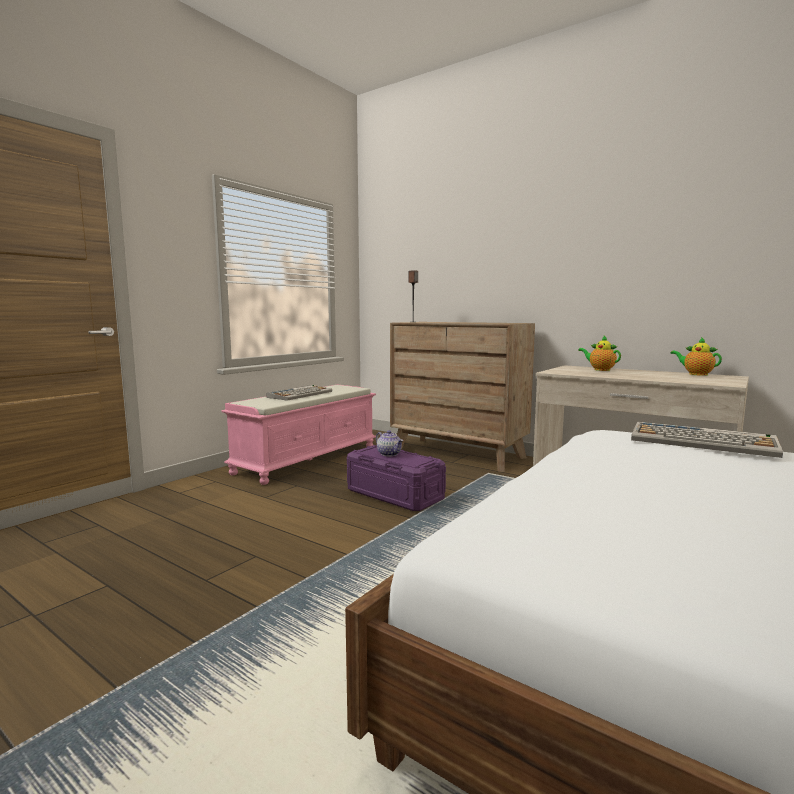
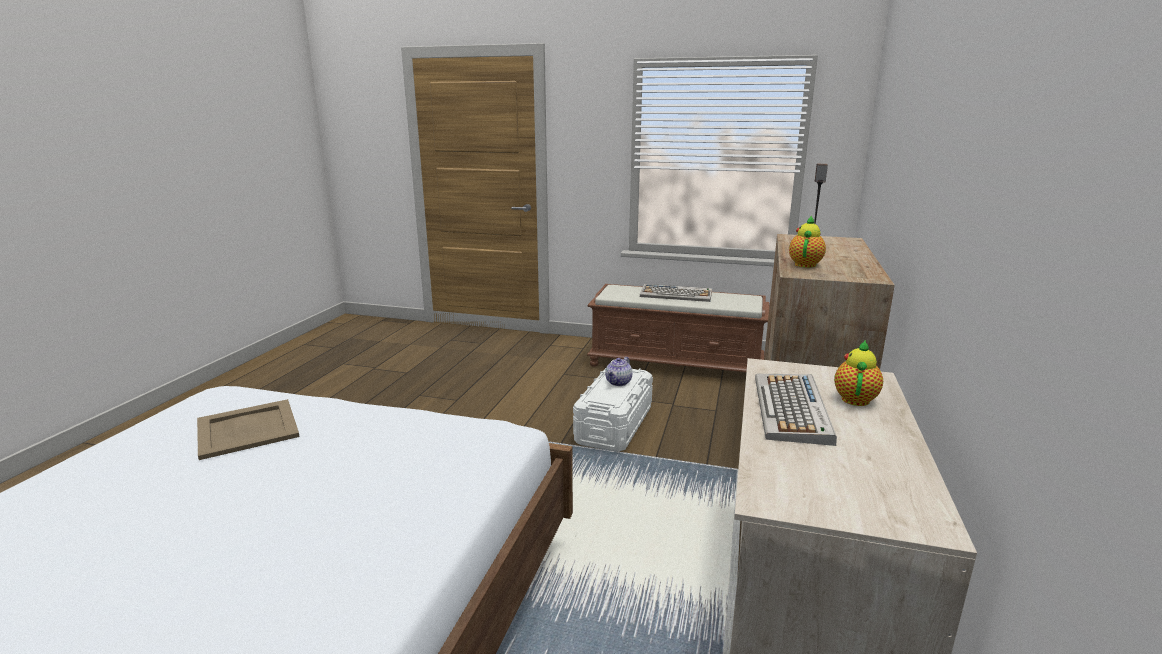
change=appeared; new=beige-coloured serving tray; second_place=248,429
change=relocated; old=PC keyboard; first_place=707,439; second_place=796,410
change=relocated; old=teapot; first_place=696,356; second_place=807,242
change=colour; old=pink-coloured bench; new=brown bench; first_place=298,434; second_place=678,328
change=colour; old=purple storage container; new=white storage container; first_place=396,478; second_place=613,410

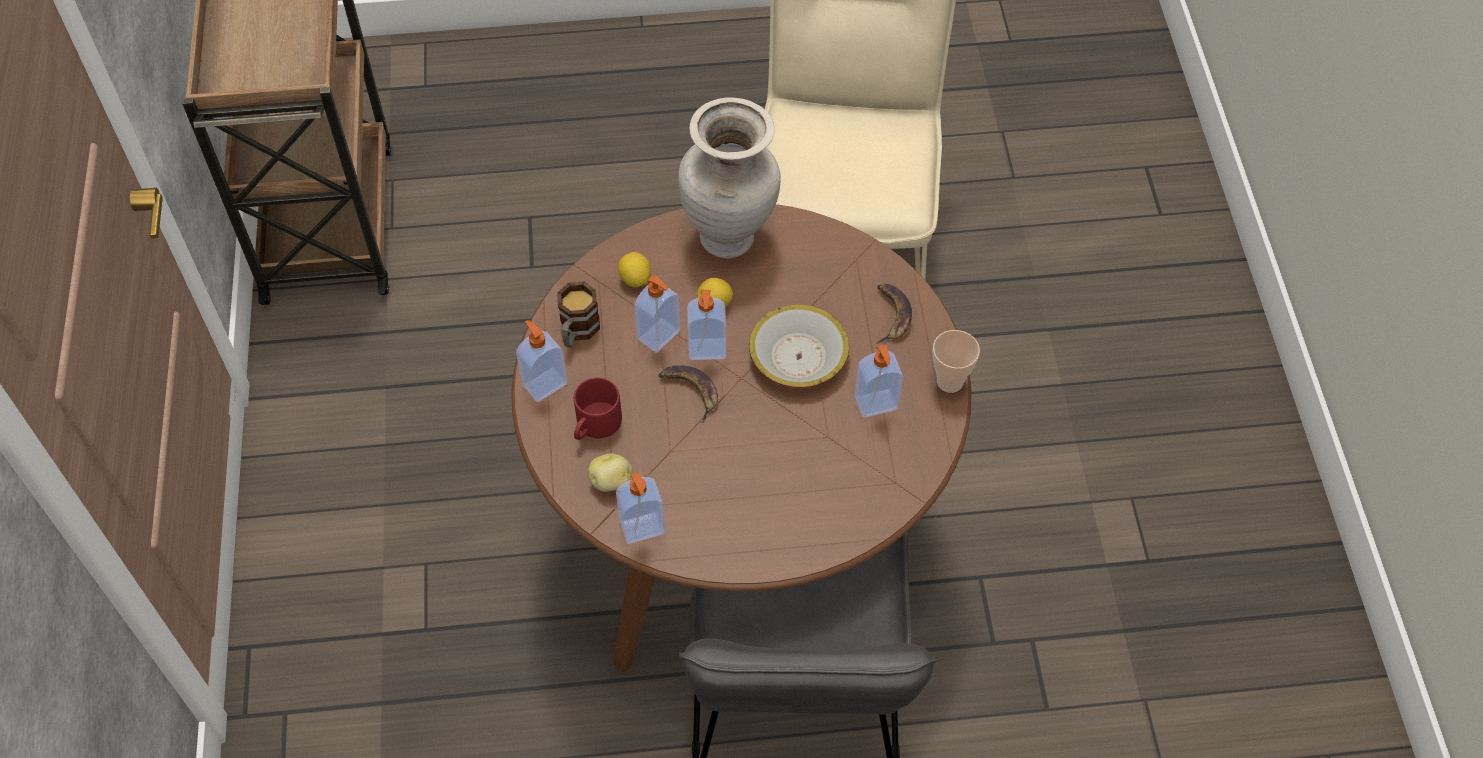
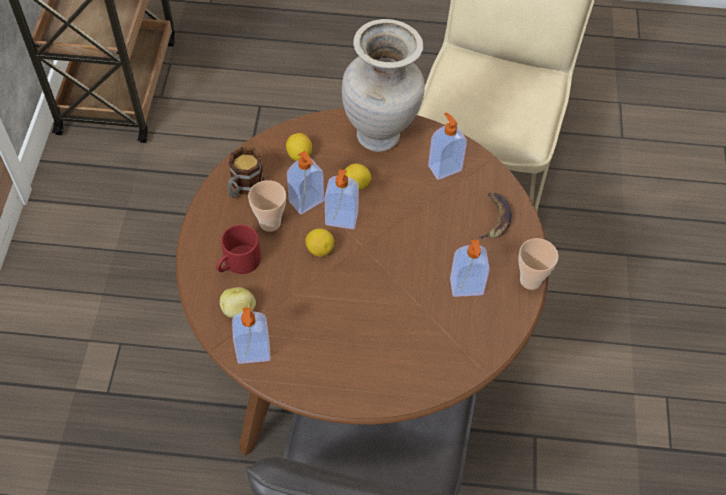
change=missing; old=deep dish; first_place=799,346
change=appeared; new=drinking cup; second_place=267,206
change=relocated; old=soap dispenser; first_place=542,361; second_place=447,146
change=exchanged; old=whole banana; new=whole lemon; first_place=688,394; second_place=319,242

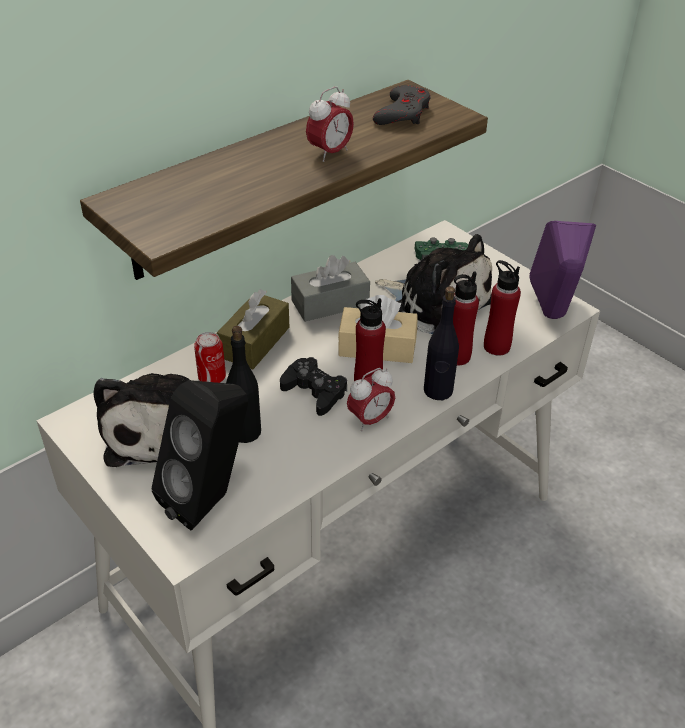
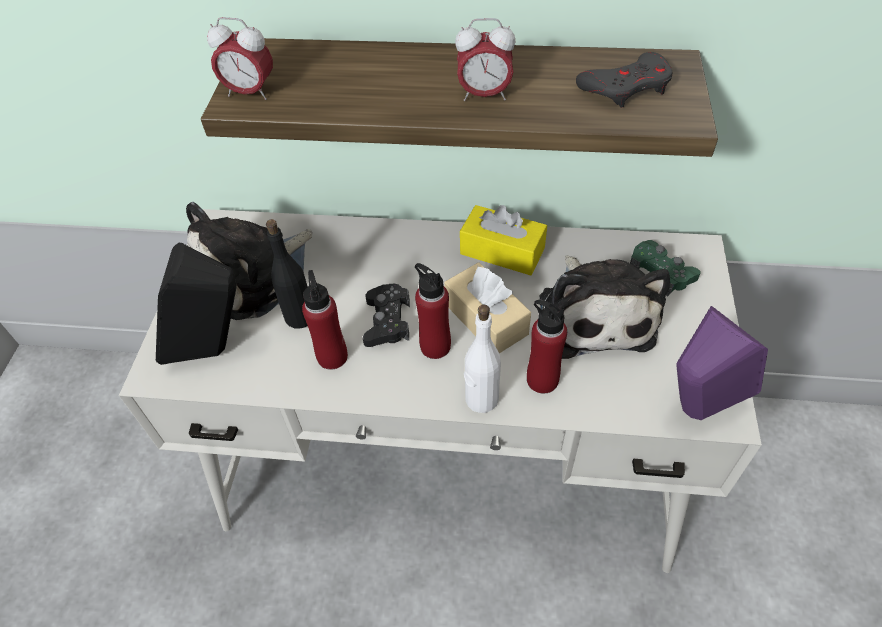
change=missing; old=sealed can; first_place=210,357
change=missing; old=brown box of tissues; first_place=253,329
change=relocated; old=alarm clock; first_place=371,400; second_place=240,58
change=relocated; old=reddish drink bottle; first_place=502,308; second_place=325,320
change=colour; old=greyish box of tissues; new=yellowish box of tissues; first_place=330,288; second_place=503,240
change=colour; old=blackish drink bottle; new=white drink bottle; first_place=441,343; second_place=482,359

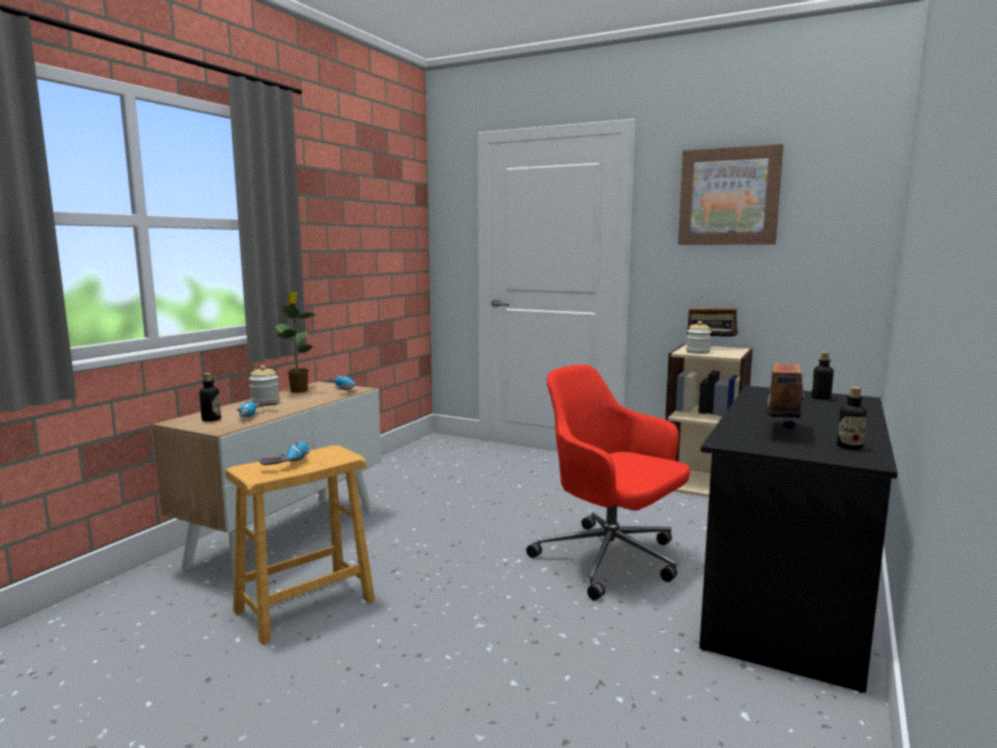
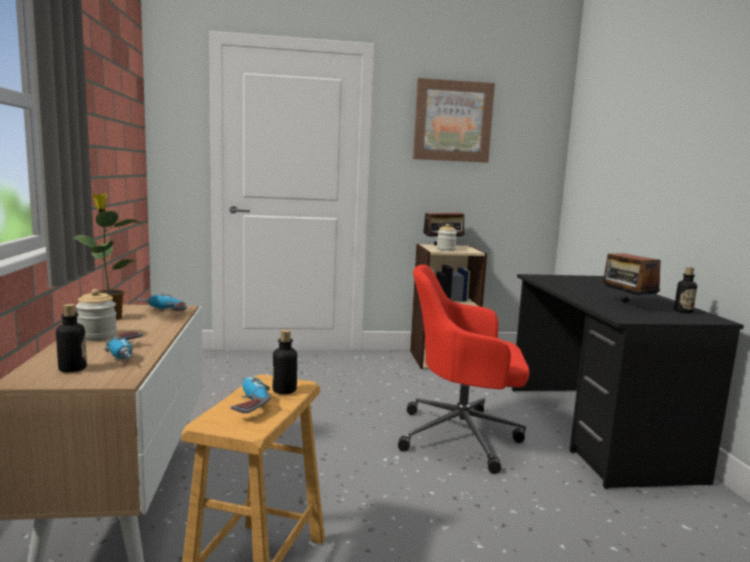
change=relocated; old=drink bottle; first_place=823,376; second_place=284,362

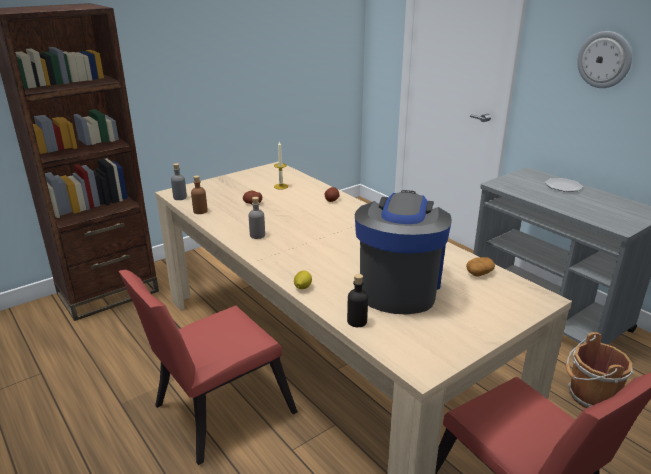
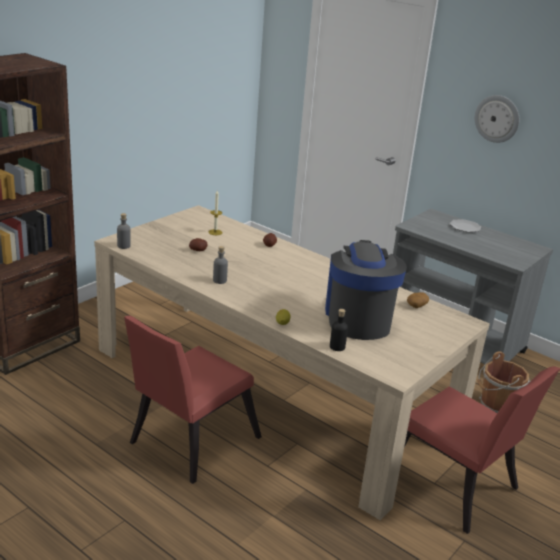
change=missing; old=brown drink bottle; first_place=199,194

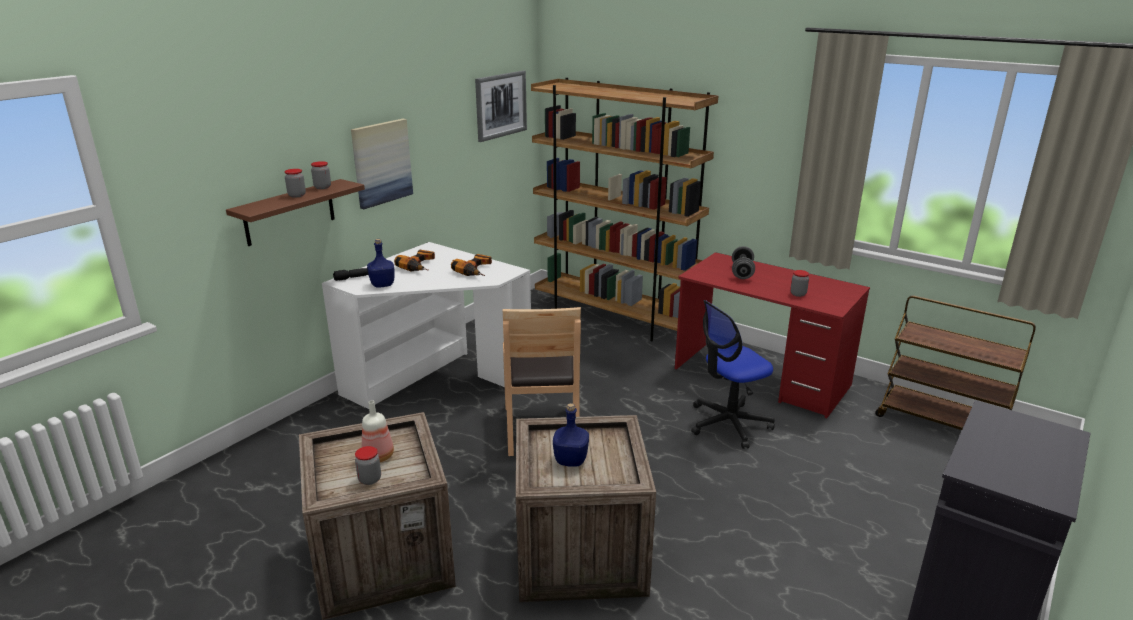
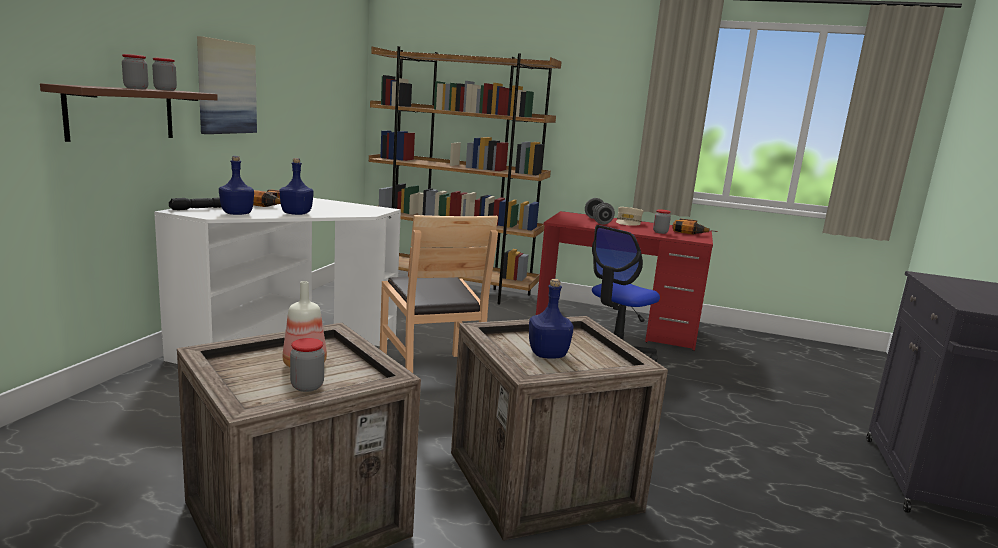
change=missing; old=wall art; first_place=501,106
change=missing; old=brown trolley; first_place=955,363
change=appeared; new=blue-coloured drink bottle; second_place=296,186
change=appeared; new=beige-coloured peaked cap; second_place=630,216
change=relocated; old=electric drill; first_place=471,265; second_place=695,227

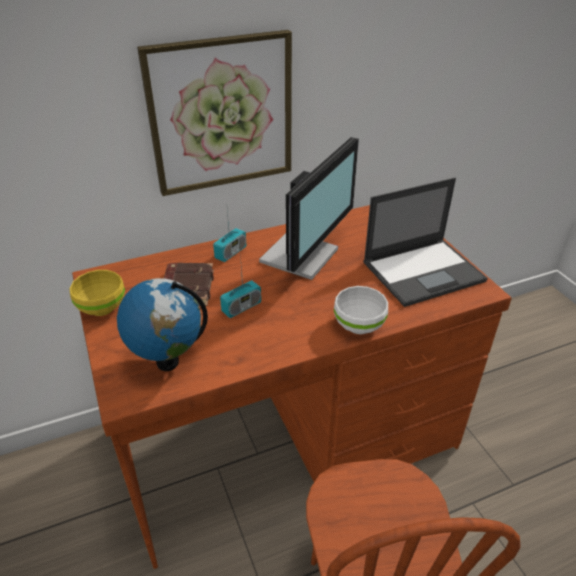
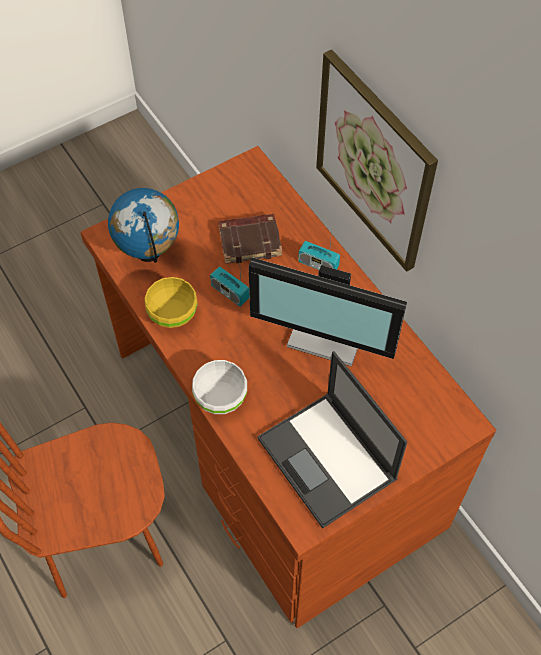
change=relocated; old=yellowish deep dish; first_place=97,293; second_place=171,302

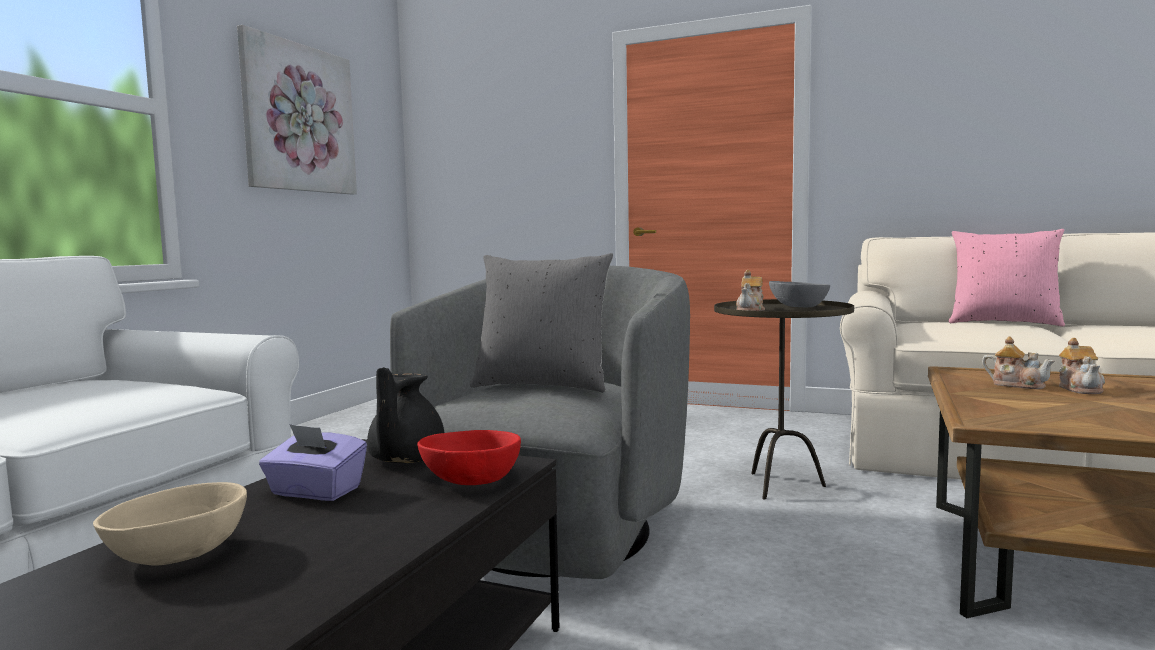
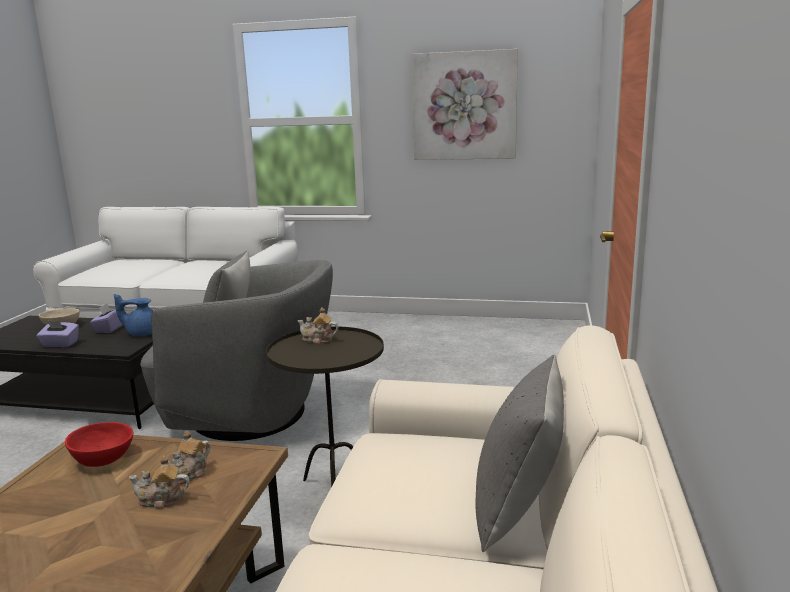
change=missing; old=greyish deep dish; first_place=799,294
change=appeared; new=purple box of tissues; second_place=58,334
change=relocated; old=reddish deep dish; first_place=469,457; second_place=99,444
change=colour; old=blackish teapot; new=blue-coloured teapot; first_place=406,415; second_place=133,315
change=colour; old=pink-coloured pillow; new=greyish pillow; first_place=1007,278; second_place=520,453

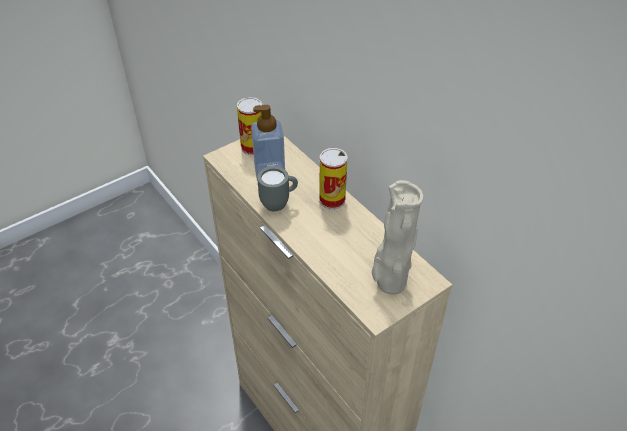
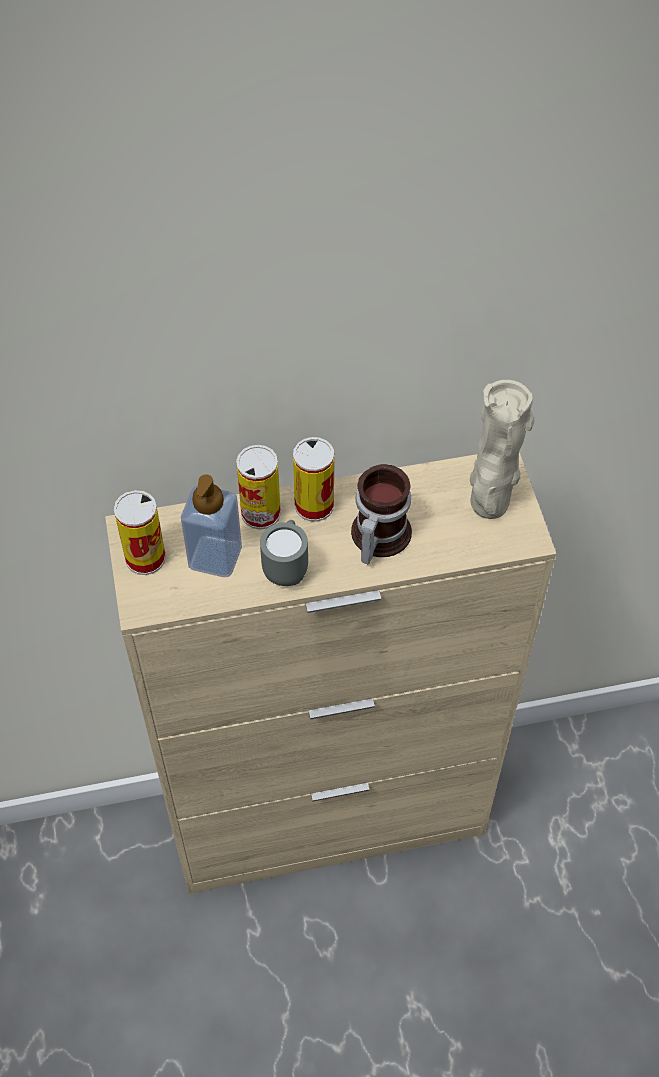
change=appeared; new=sealed can; second_place=258,487
change=appeared; new=mug; second_place=381,514

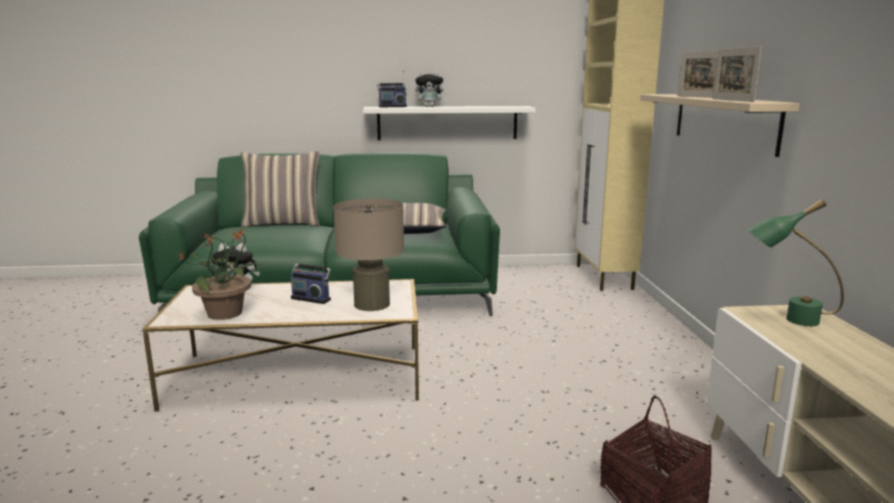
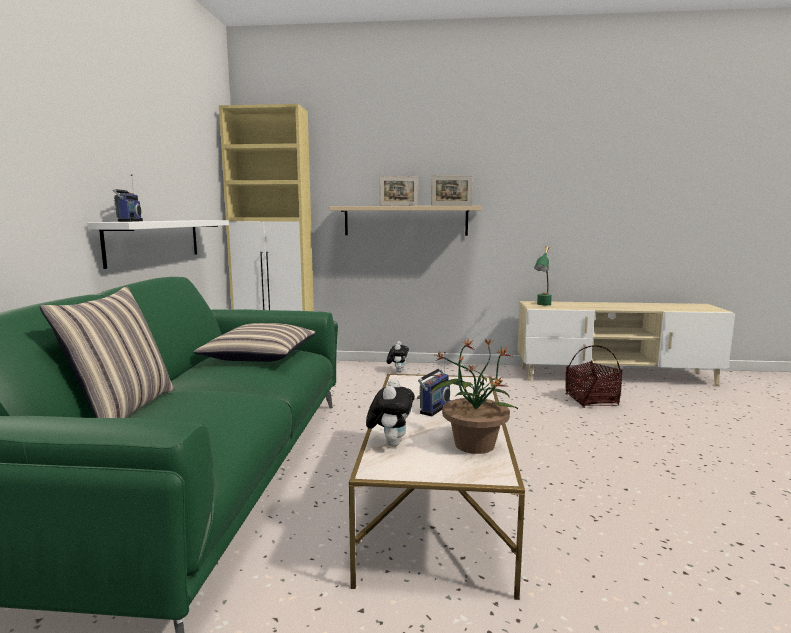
change=missing; old=beige-coloured lamp for a table; first_place=368,255
change=relocated; old=cuddly toy; first_place=431,89; second_place=398,356

